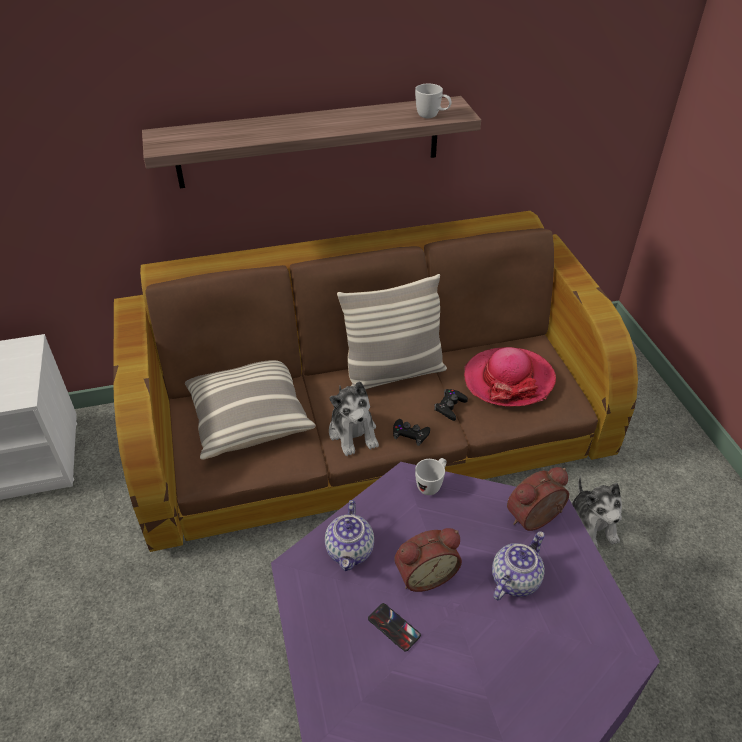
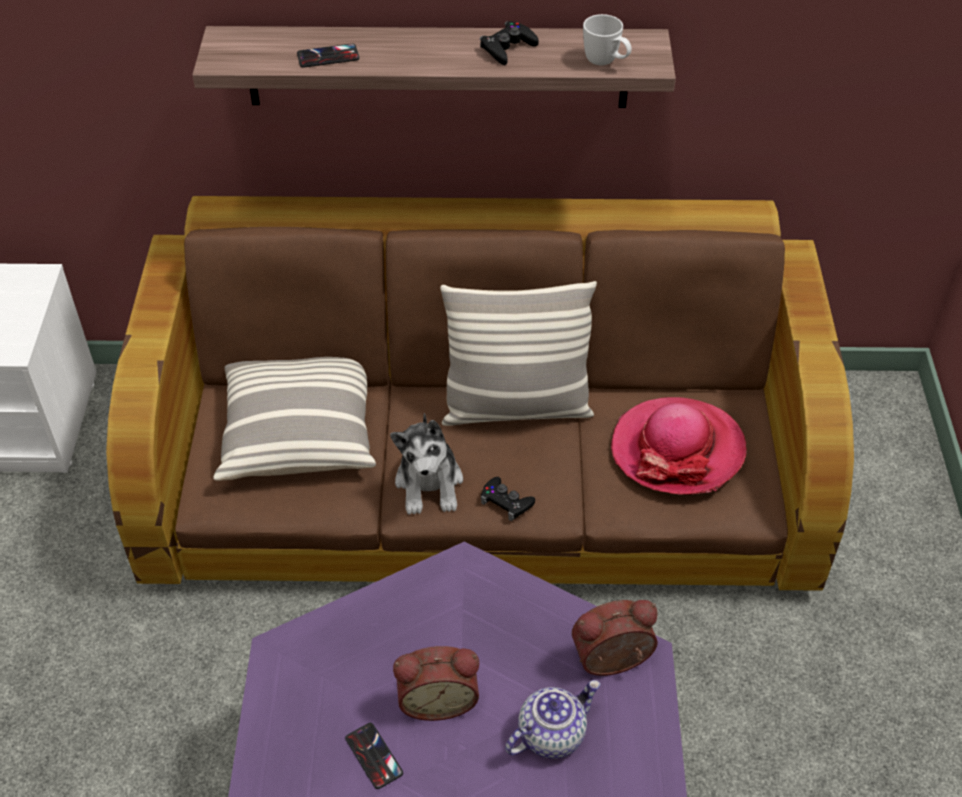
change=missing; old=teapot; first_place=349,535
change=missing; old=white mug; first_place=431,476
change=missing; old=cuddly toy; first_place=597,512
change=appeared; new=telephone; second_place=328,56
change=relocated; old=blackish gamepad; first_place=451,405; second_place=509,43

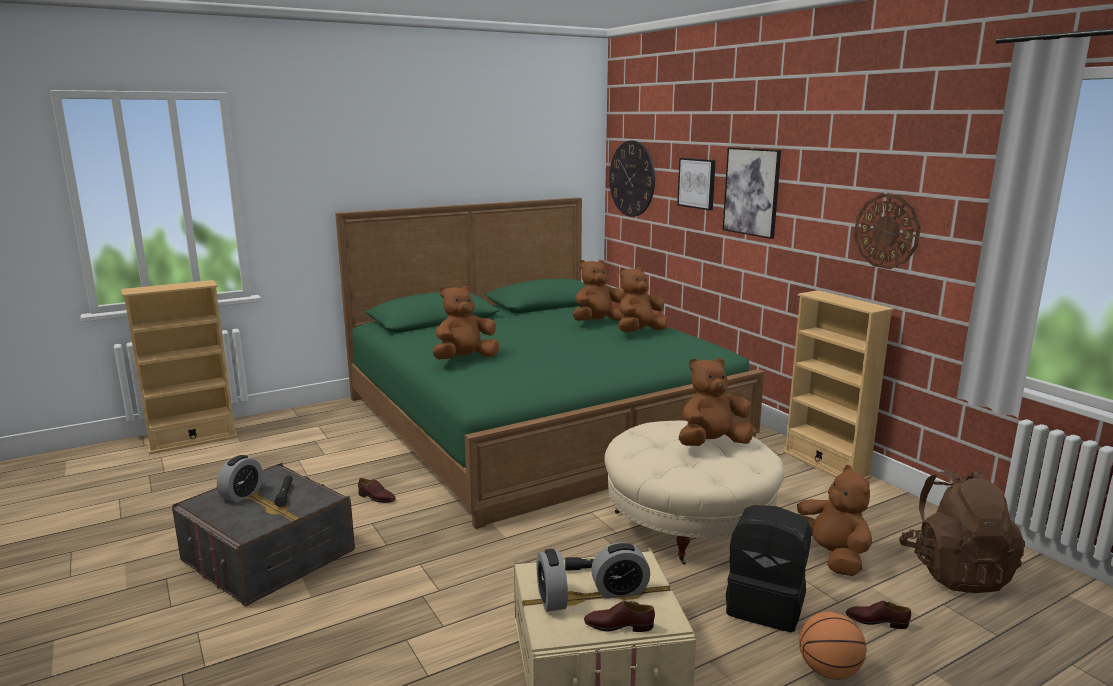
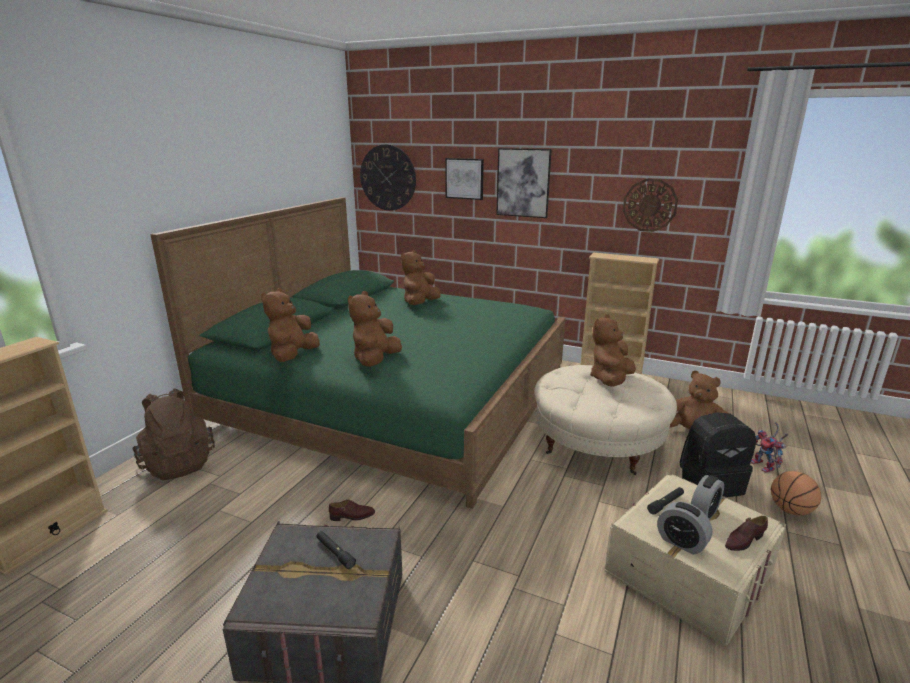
change=missing; old=alarm clock; first_place=240,479
change=relocated; old=brown cuddly toy; first_place=643,299; second_place=290,325
change=relocated; old=brown knapsack; first_place=962,531; second_place=174,434
change=exchanged; old=brown shoe; new=toy robot; first_place=878,615; second_place=769,447

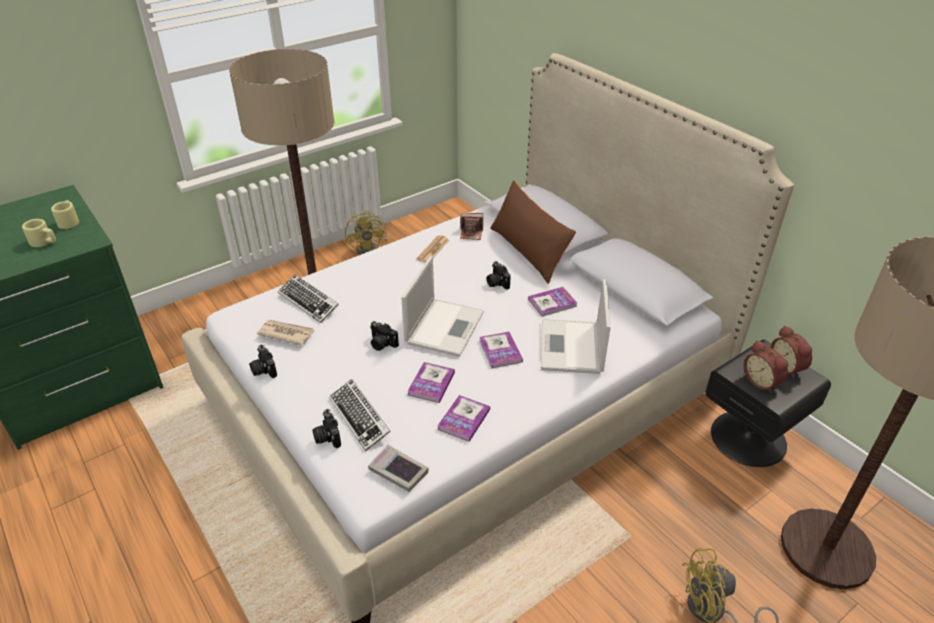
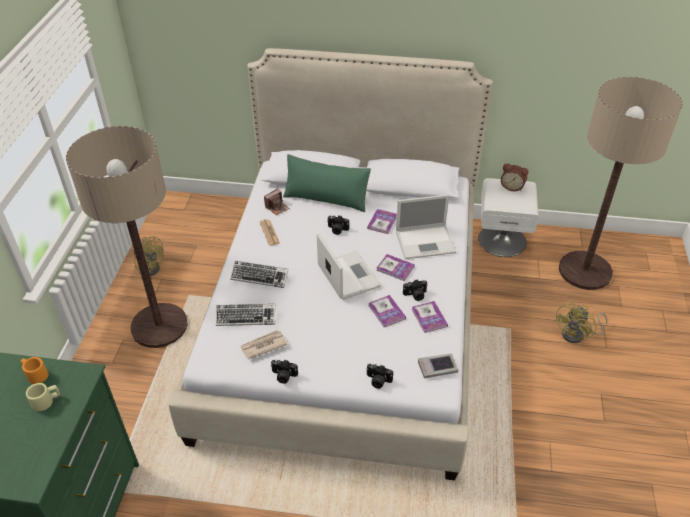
change=missing; old=alarm clock; first_place=766,366
change=relocated; old=PC keyboard; first_place=360,415; second_place=259,274
change=relocated; old=still camera; first_place=384,336; second_place=415,290
change=colour; old=beige-coloured mug; new=orange-coloured mug; first_place=65,214; second_place=35,370
change=colour; old=brown pillow; new=green-coloured pillow; first_place=533,232; second_place=327,183
change=colour; old=blackish night table; new=white night table; first_place=768,403; second_place=508,217
change=spun; old=laptop; first_place=576,326; second_place=426,227; degrees=-60

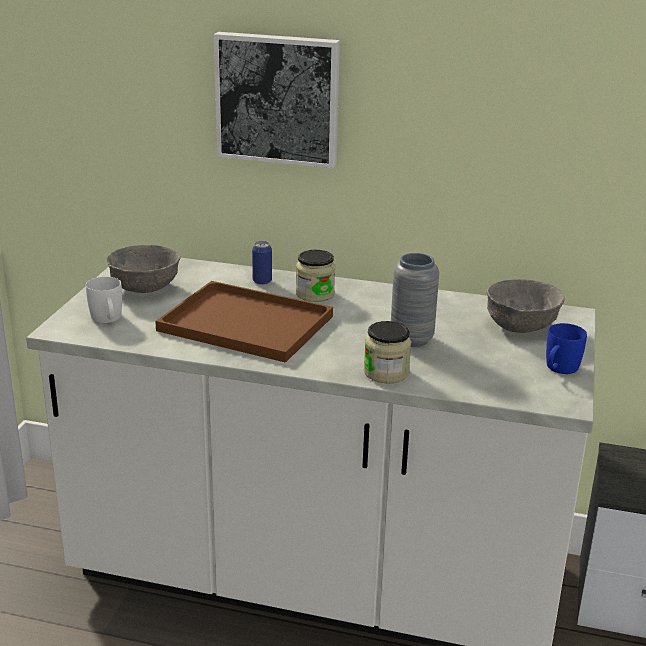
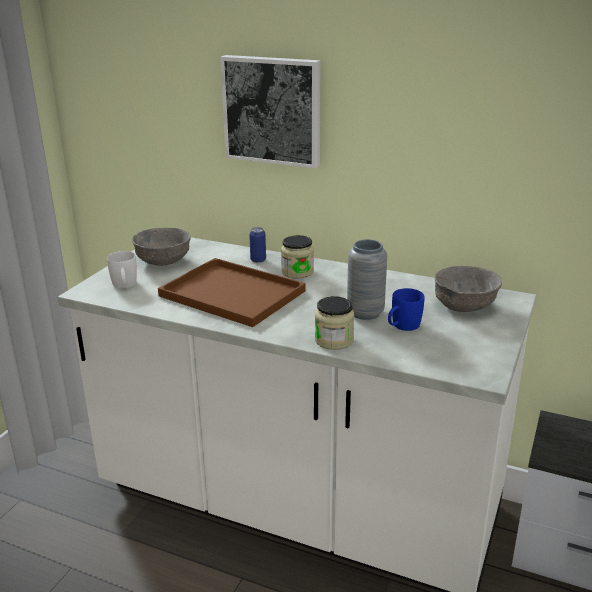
change=relocated; old=blue-coloured mug; first_place=566,348; second_place=406,309

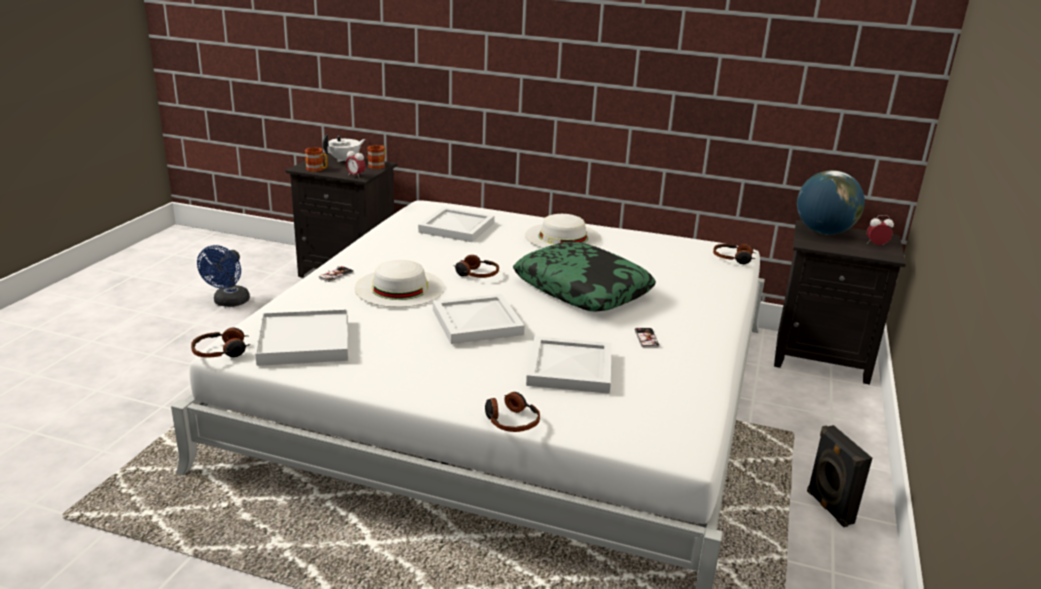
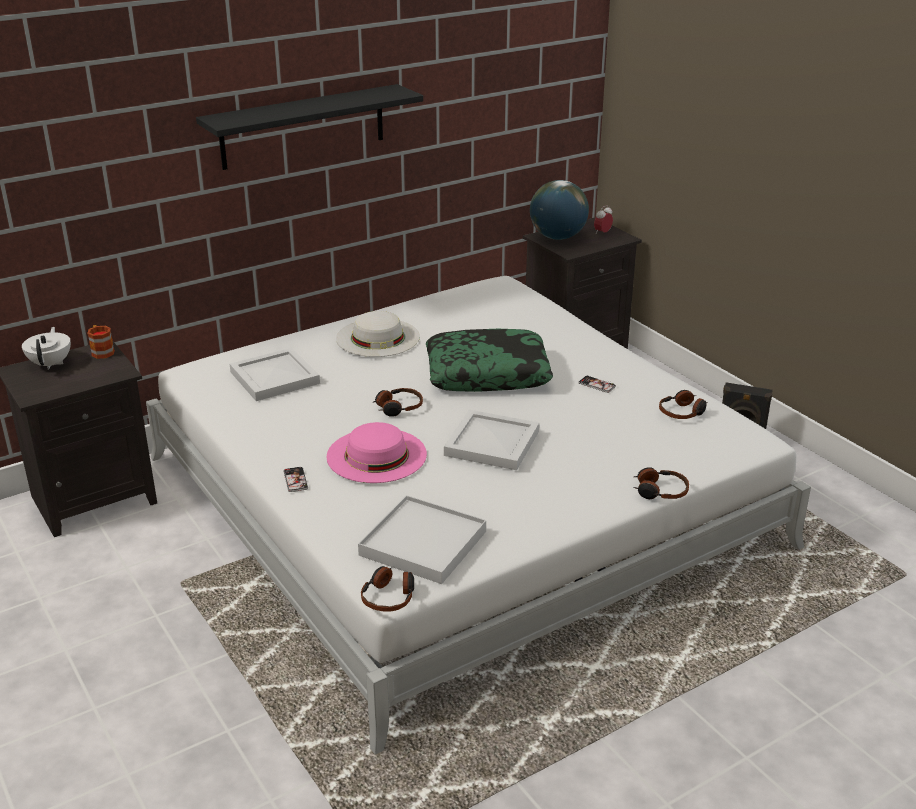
change=missing; old=blue-coloured cooling fan; first_place=223,276
change=missing; old=mug; first_place=316,159
change=missing; old=alarm clock; first_place=356,162
change=missing; old=white serving tray; first_place=569,365
change=appeared; new=blackish shelf; second_place=309,127
change=relocated; old=headset; first_place=735,254; second_place=683,404
change=colour; old=white hat; new=pink-coloured hat; first_place=400,283; second_place=376,452

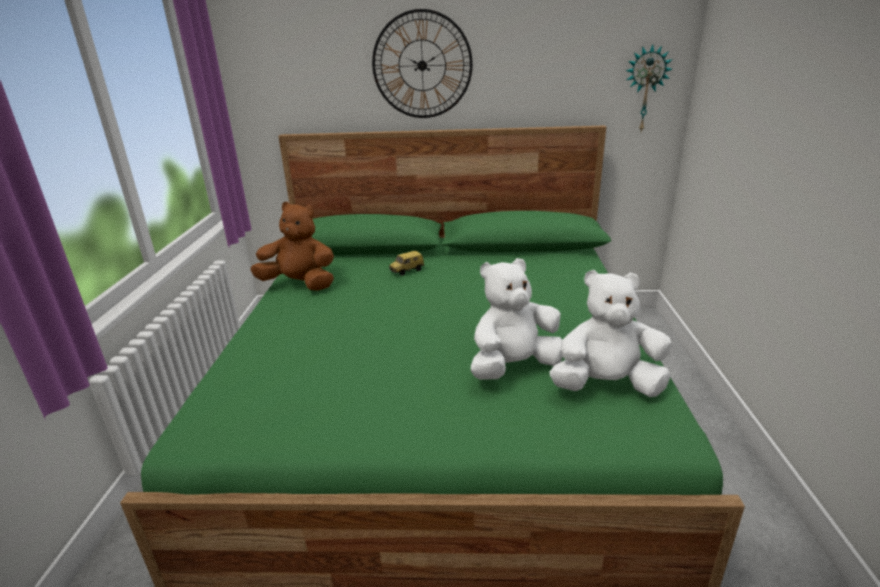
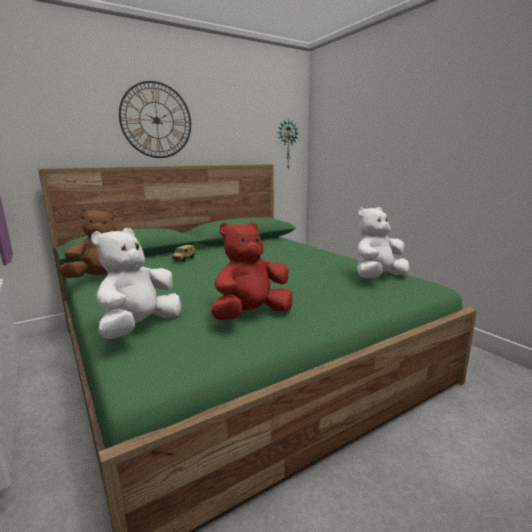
change=appeared; new=reddish cuddly toy; second_place=252,271
change=relocated; old=white cuddly toy; first_place=517,319; second_place=136,283

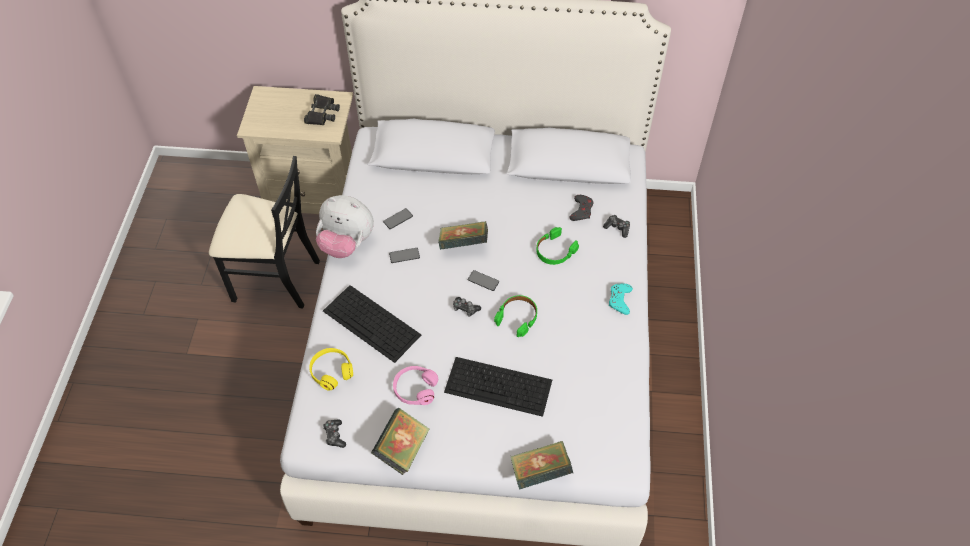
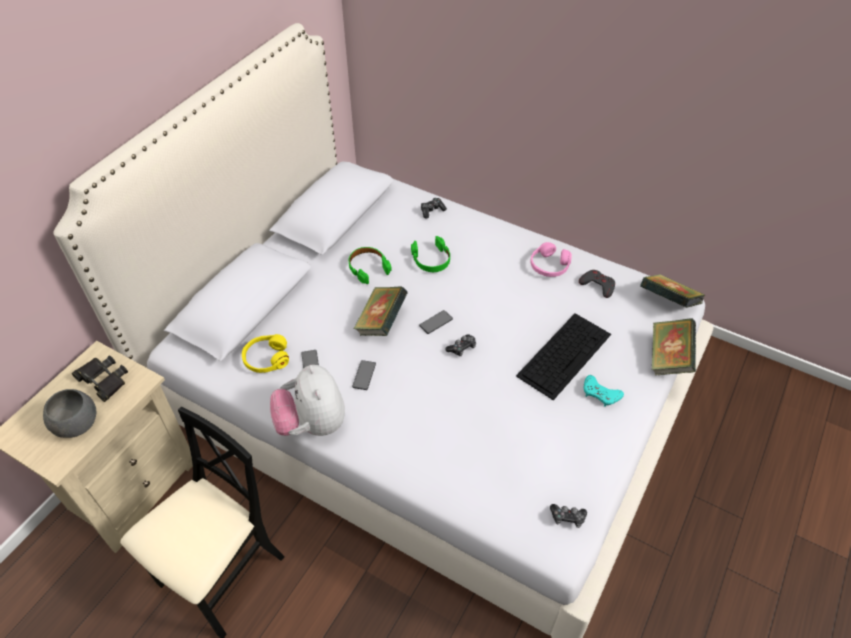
change=missing; old=PC keyboard; first_place=372,324
change=appeared; new=greyish deep dish; second_place=69,413
change=relocated; old=yellowish headset; first_place=331,369; second_place=265,353
change=relocated; old=book; first_place=400,441; second_place=672,291
change=relocated; old=pink-coloured headset; first_place=415,385; second_place=551,259
change=relocated; old=green-coloured headset; first_place=515,316; second_place=370,265
change=relocated; old=greyish gamepad; first_place=581,208; second_place=597,284
change=relocated; old=blue-green gamepad; first_place=621,299; second_place=604,391
change=spun; old=cuddly toy; first_place=345,226; second_place=307,400; degrees=120

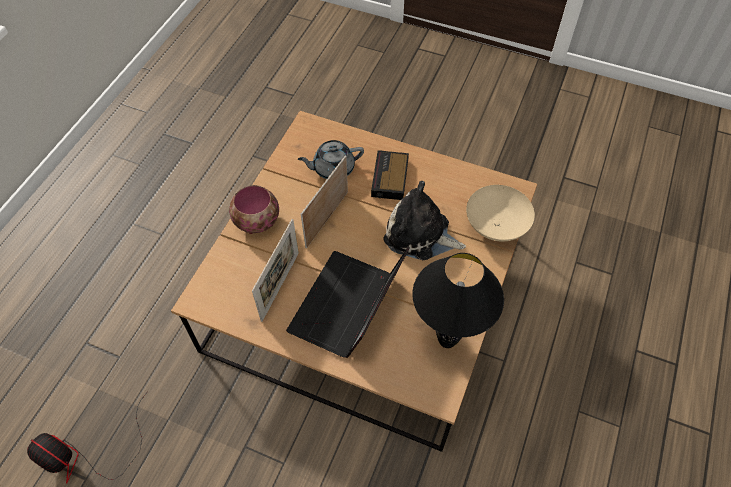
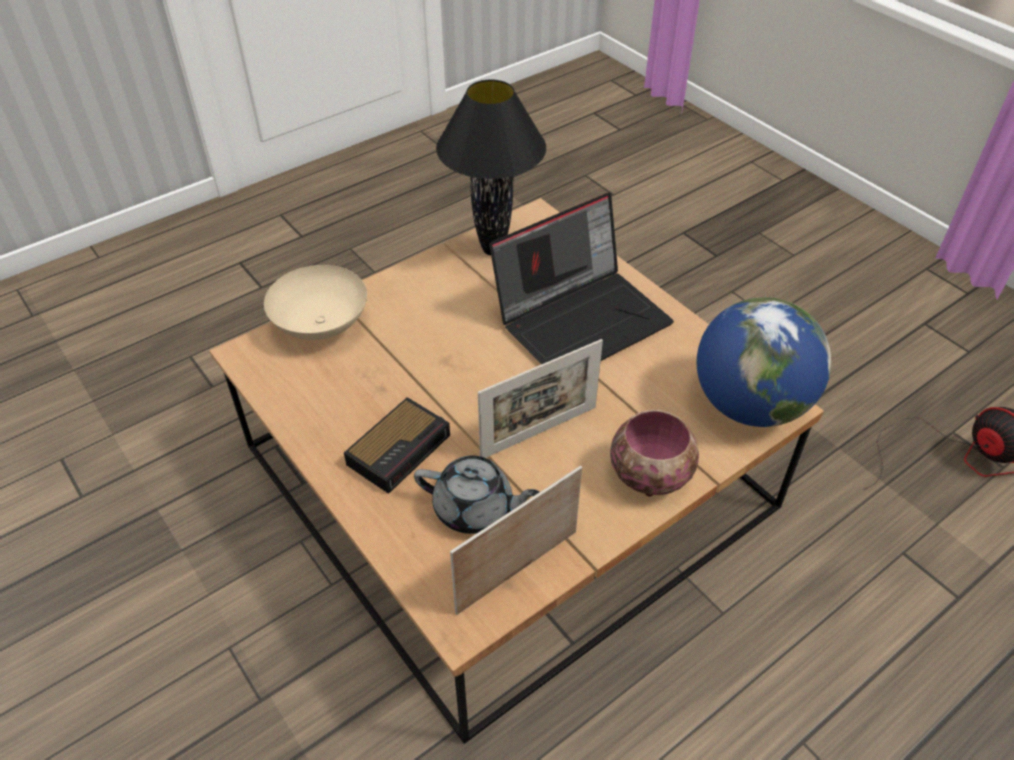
change=missing; old=cuddly toy; first_place=424,220
change=appeared; new=globe; second_place=764,362
change=relocated; old=photo frame; first_place=275,270; second_place=516,540

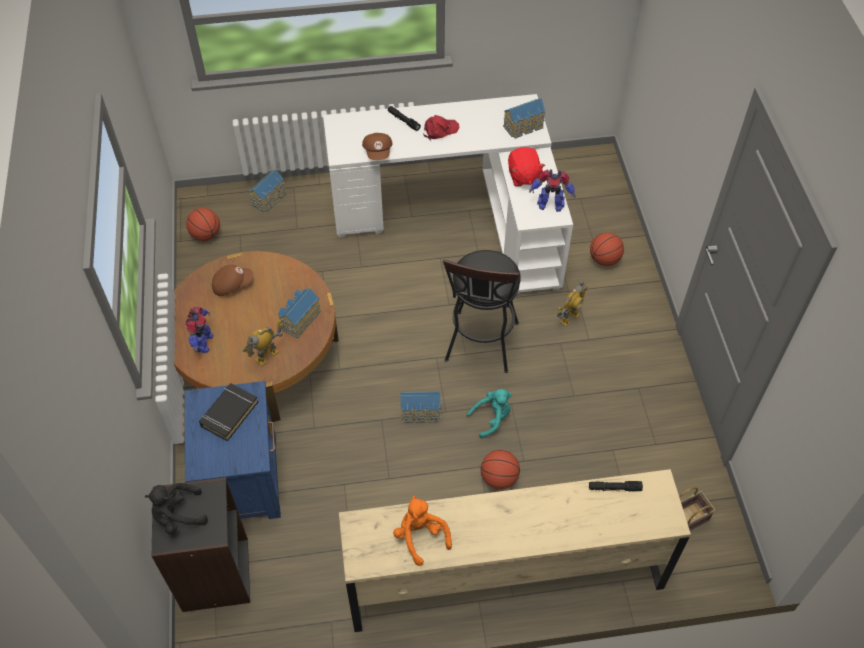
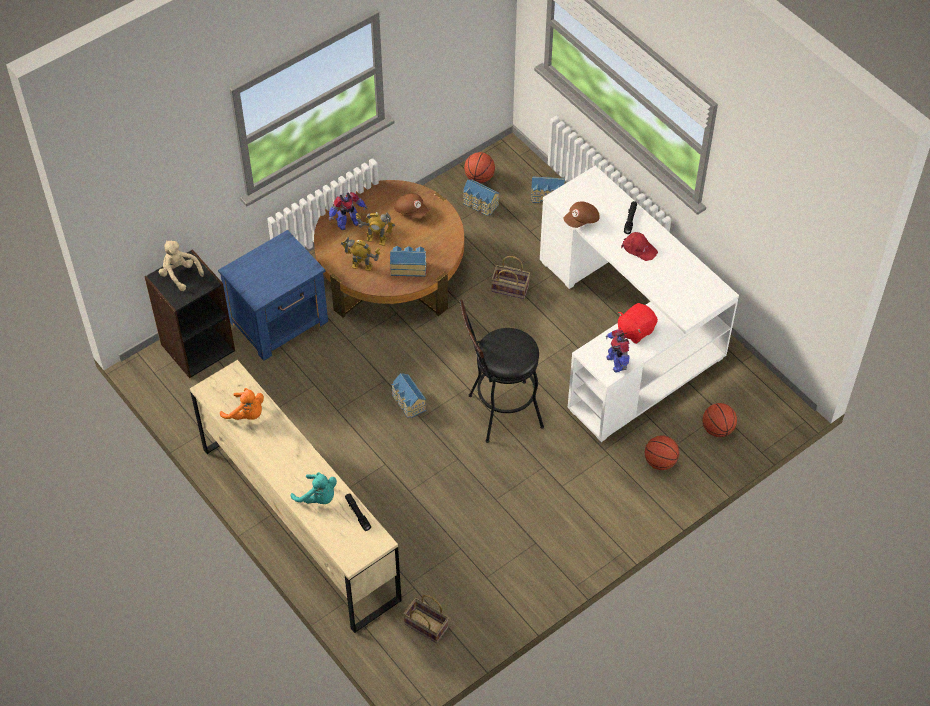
change=missing; old=blackish book; first_place=228,412
change=appeared; new=basket; second_place=510,277
change=relocated; old=blue-green cuddly toy; first_place=489,413; second_place=314,488
change=relocated; old=basketball; first_place=500,469; second_place=720,420
change=relocated; old=model house; first_place=524,118; second_place=481,197
change=relocated; old=toy robot; first_place=572,303; second_place=375,229
change=colour; old=blackish cuddly toy; new=beige-coloured cuddly toy; first_place=176,508; second_place=181,265
change=spun; old=orange-coloured cuddly toy; first_place=422,531; second_place=242,404; degrees=90

